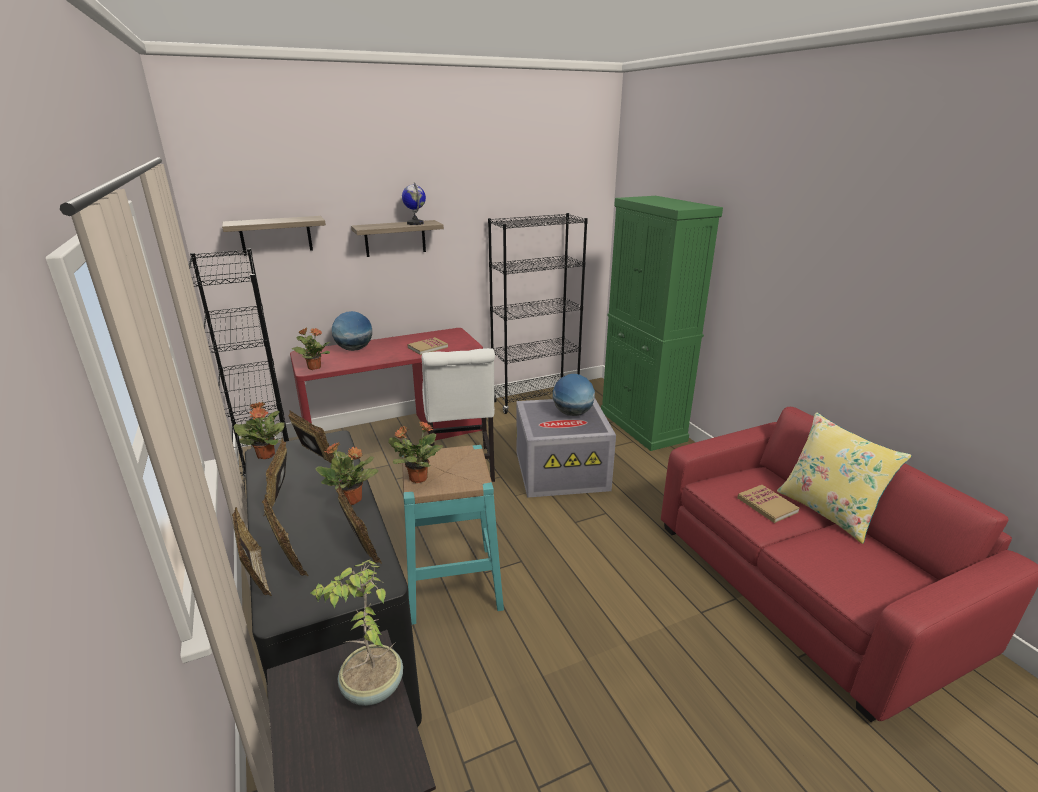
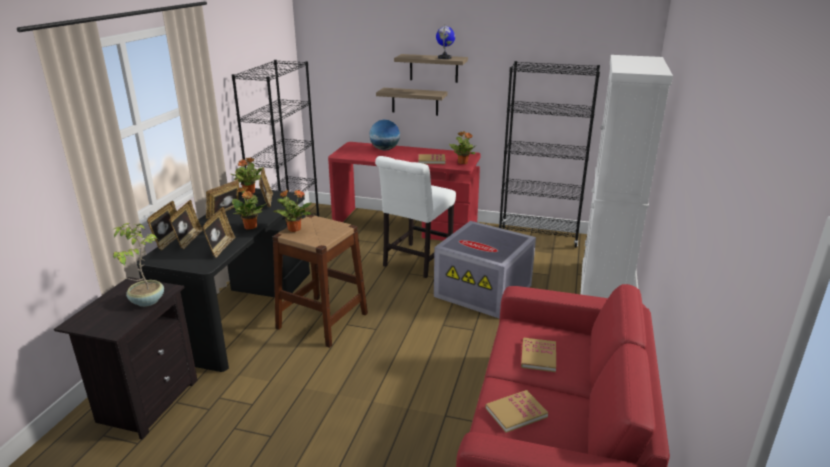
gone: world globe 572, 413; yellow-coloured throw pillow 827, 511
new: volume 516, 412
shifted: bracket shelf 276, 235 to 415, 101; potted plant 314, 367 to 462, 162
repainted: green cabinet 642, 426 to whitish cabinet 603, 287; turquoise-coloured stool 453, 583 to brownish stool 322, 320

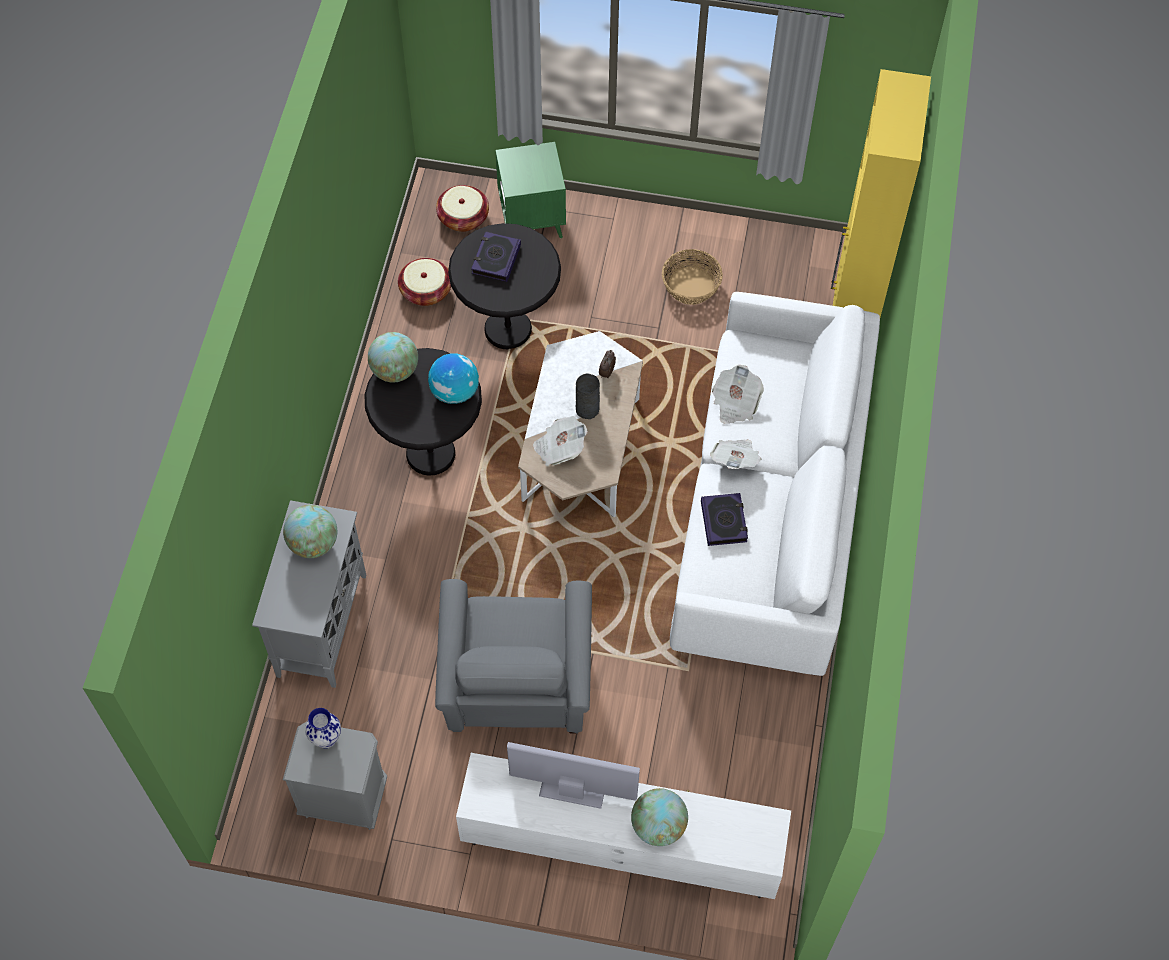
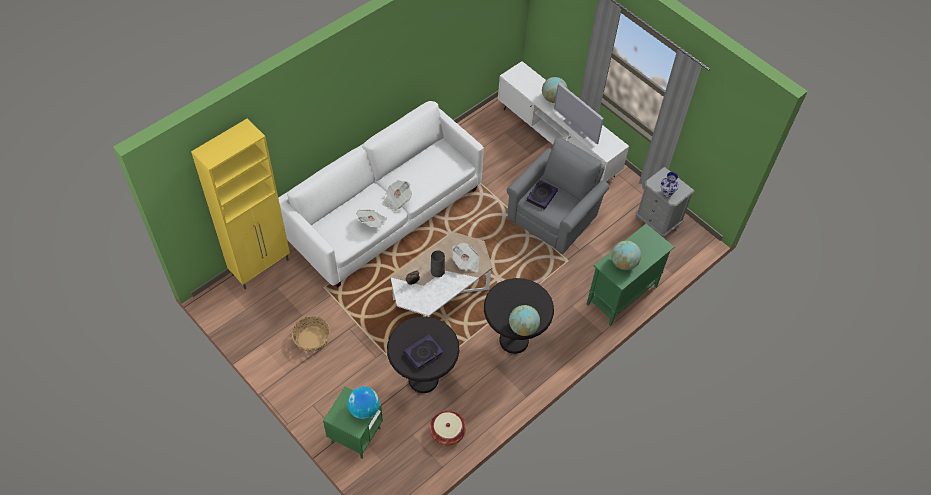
gone: storage basket 463, 217
shifted: world globe 455, 391 to 364, 409; volume 724, 521 to 541, 196
repainted: gray cabinet 322, 624 to green cabinet 621, 296

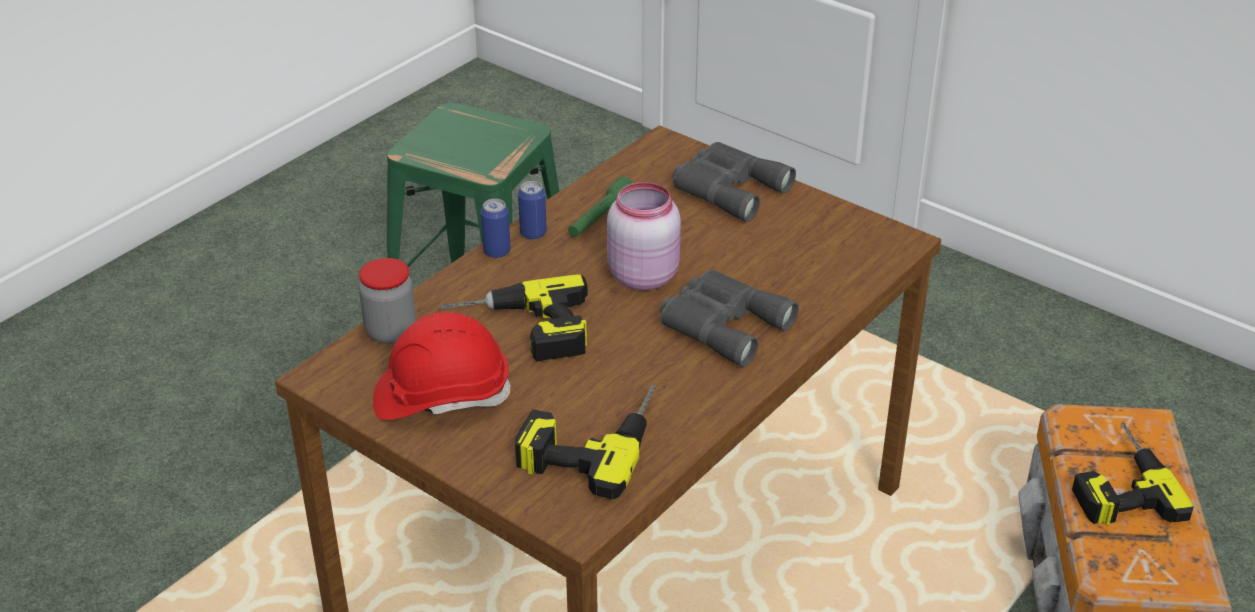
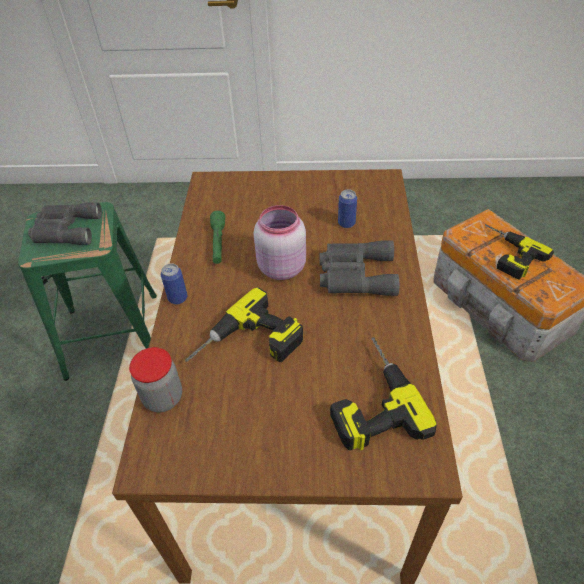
gone: red hard hat 441, 396
shifted: gray field glasses 727, 188 to 65, 229; metal can 533, 233 to 346, 223

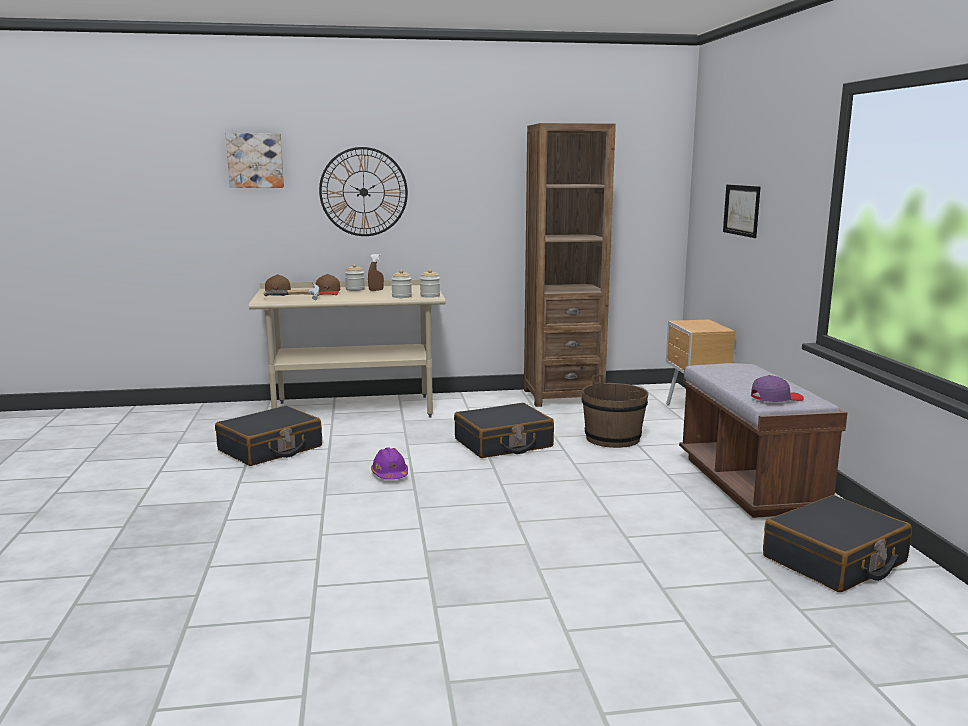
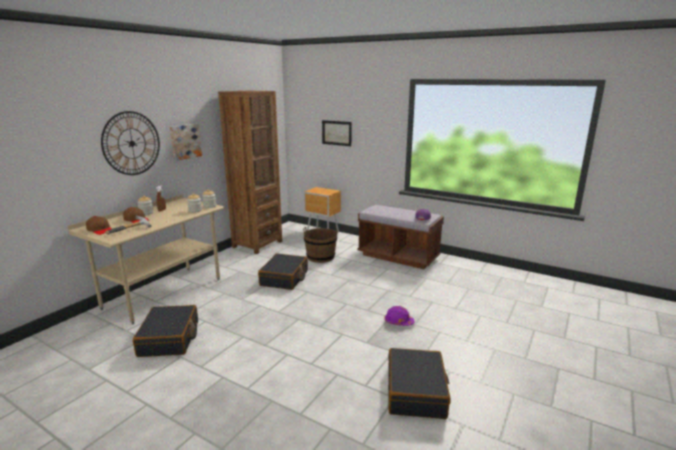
shifted: wall picture 255, 160 to 184, 141; purple-coloured hard hat 390, 474 to 398, 322; blackish piece of luggage 835, 560 to 416, 392

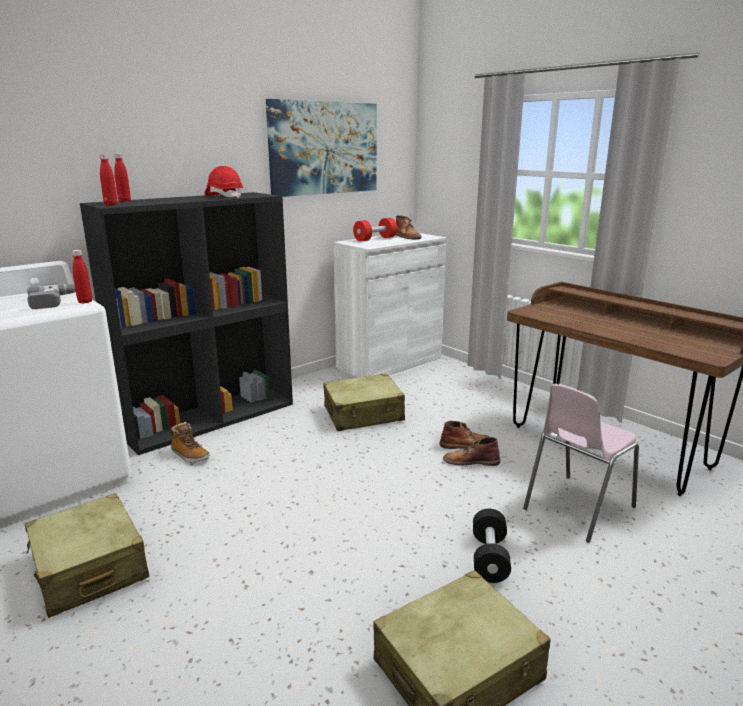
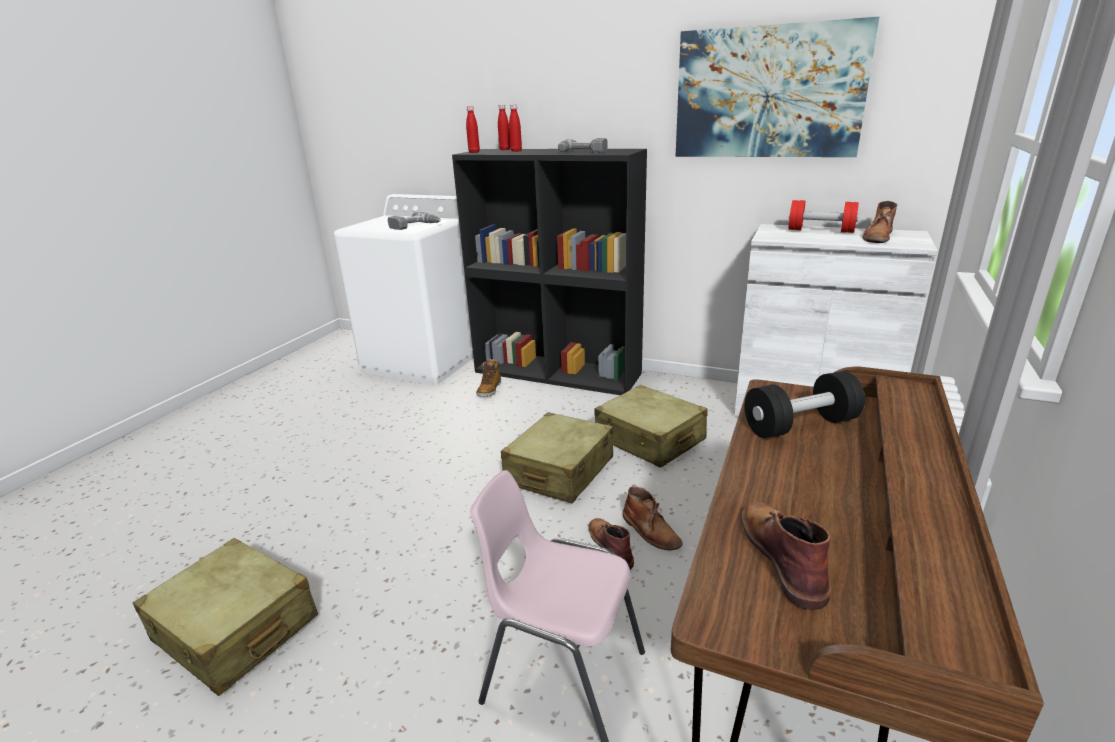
new: brownish tall boot 782, 555
shifted: red beverage bottle 85, 302 to 516, 151; beige piece of luggage 89, 569 to 559, 471; blackish dumbbell 489, 558 to 800, 425
swapped: red hard hat 224, 196 to power drill 585, 151

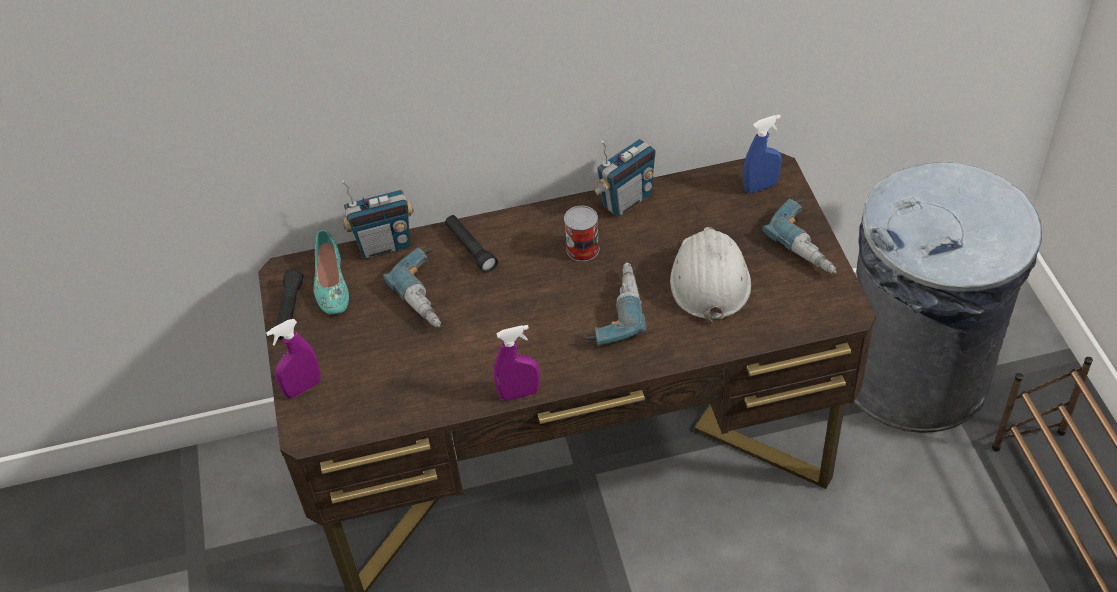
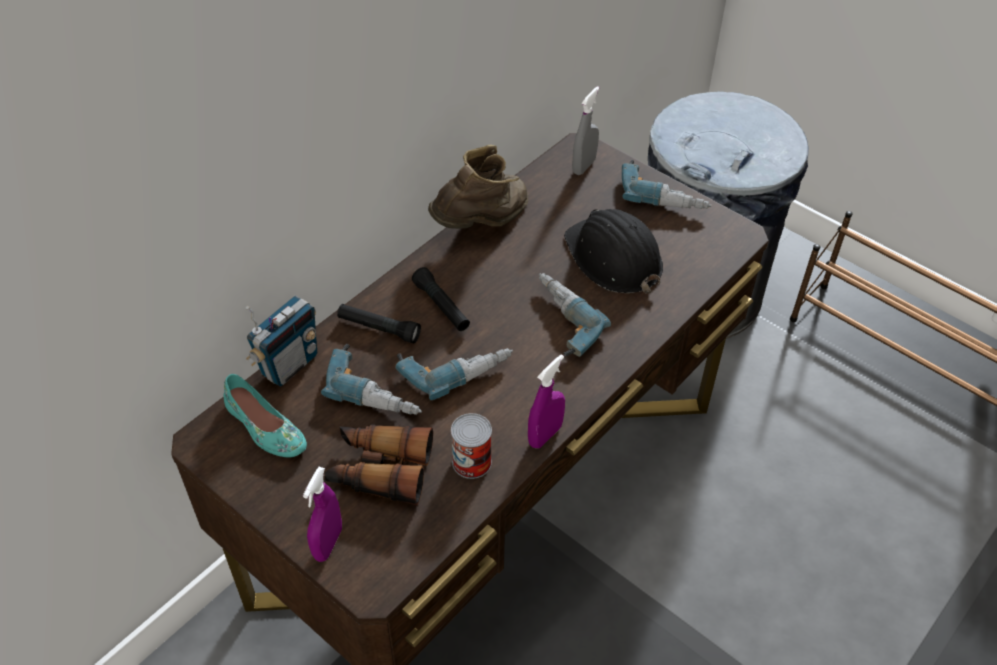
new: power drill 454, 367; field glasses 379, 470
shifted: metal can 582, 249 to 471, 462; blackish torch 289, 311 to 441, 306
swapped: radio receiver 626, 200 to brownish tall boot 483, 224
repainted: blue-coloured hand sprayer 760, 187 to gray hand sprayer 583, 166; whitish hard hat 709, 279 to blackish hard hat 613, 258

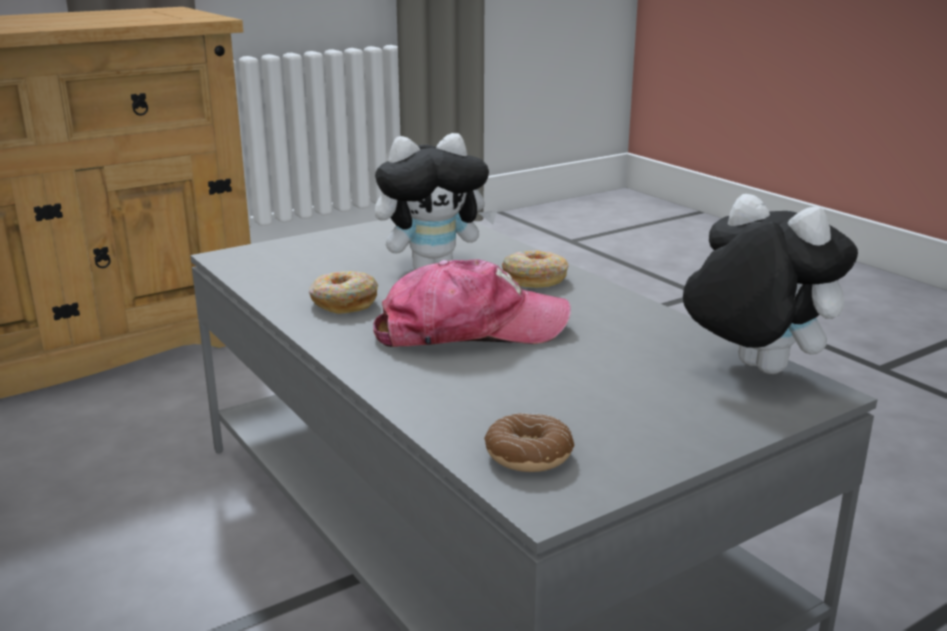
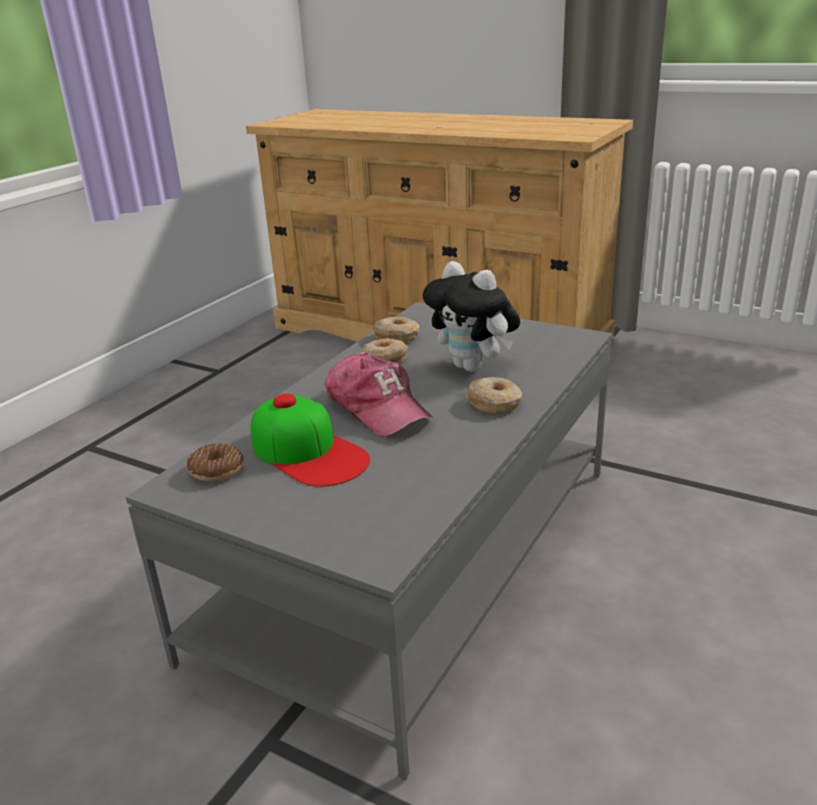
gone: cuddly toy 752, 369
new: ring doughnut 397, 337; cap 308, 452

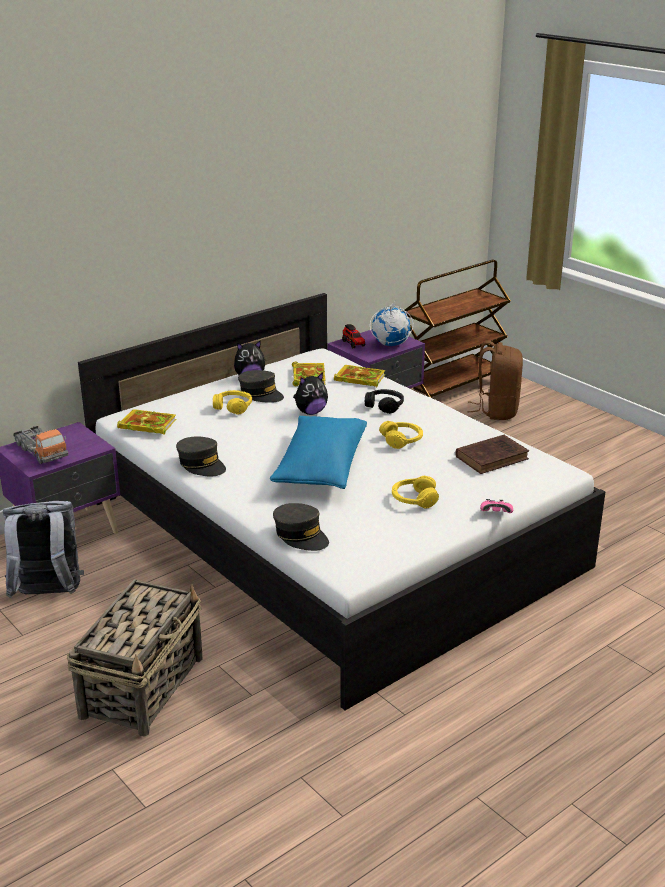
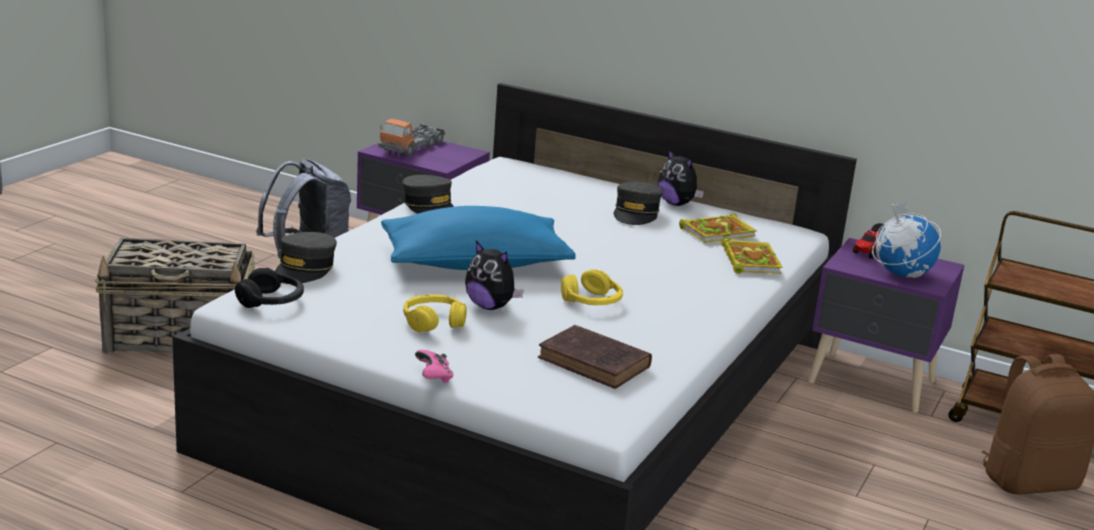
gone: yellow-coloured pair of headphones 233, 407; volume 146, 425
shifted: cuddly toy 310, 412 to 490, 306; blackish pair of headphones 384, 406 to 271, 301
rotated: gray cap 201, 464 = 430, 207 60 degrees counterclockwise

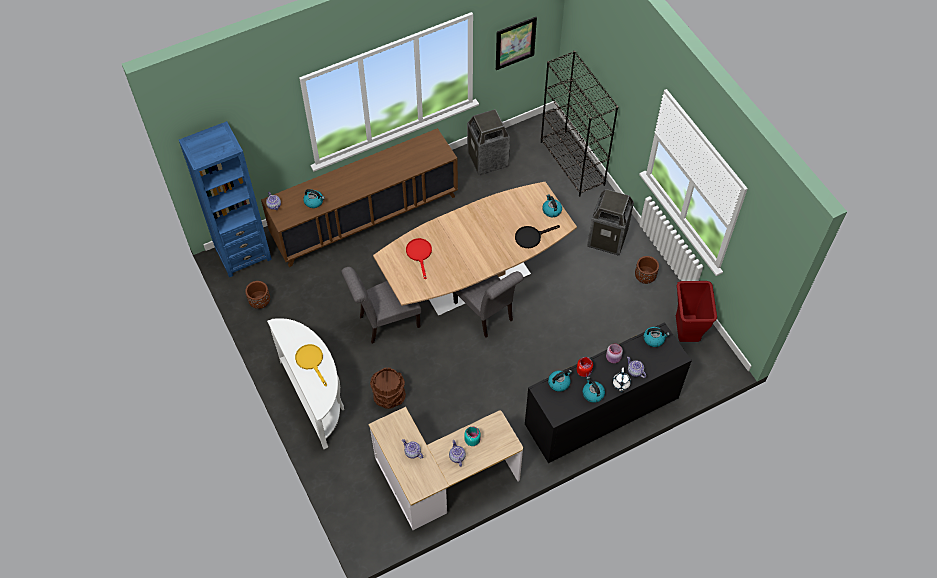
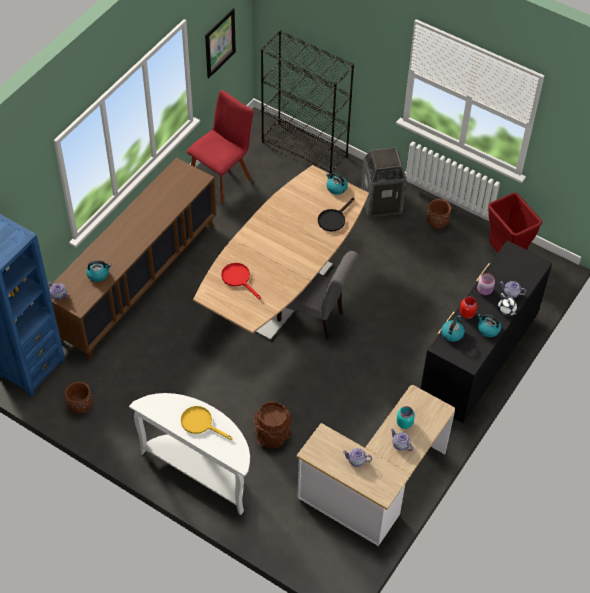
gone: gray upright chair 385, 322; tea kettle 654, 339
swapped: rubbish bin 488, 160 to red upright chair 222, 178

